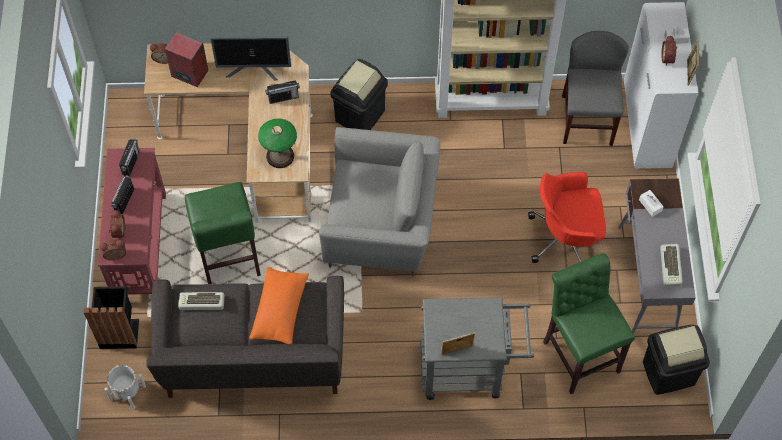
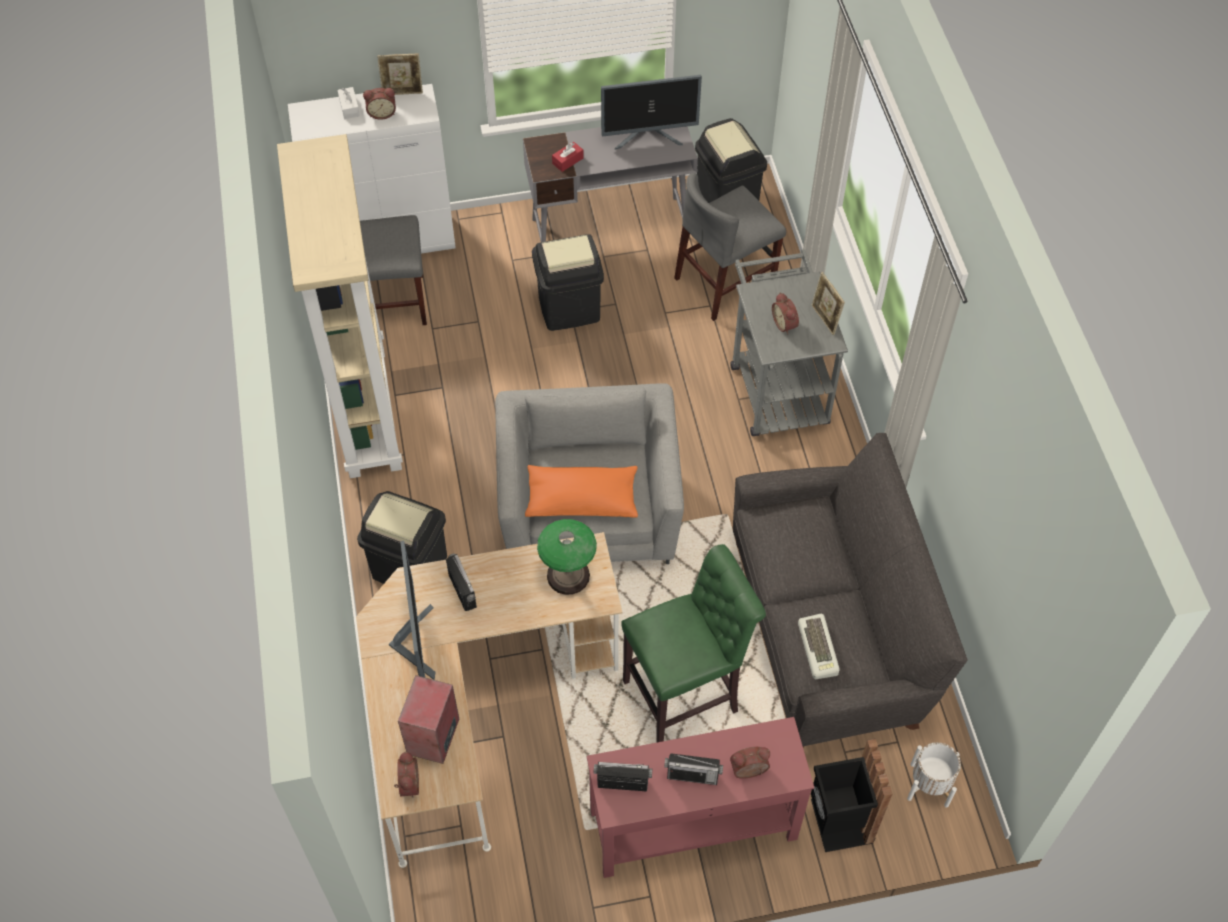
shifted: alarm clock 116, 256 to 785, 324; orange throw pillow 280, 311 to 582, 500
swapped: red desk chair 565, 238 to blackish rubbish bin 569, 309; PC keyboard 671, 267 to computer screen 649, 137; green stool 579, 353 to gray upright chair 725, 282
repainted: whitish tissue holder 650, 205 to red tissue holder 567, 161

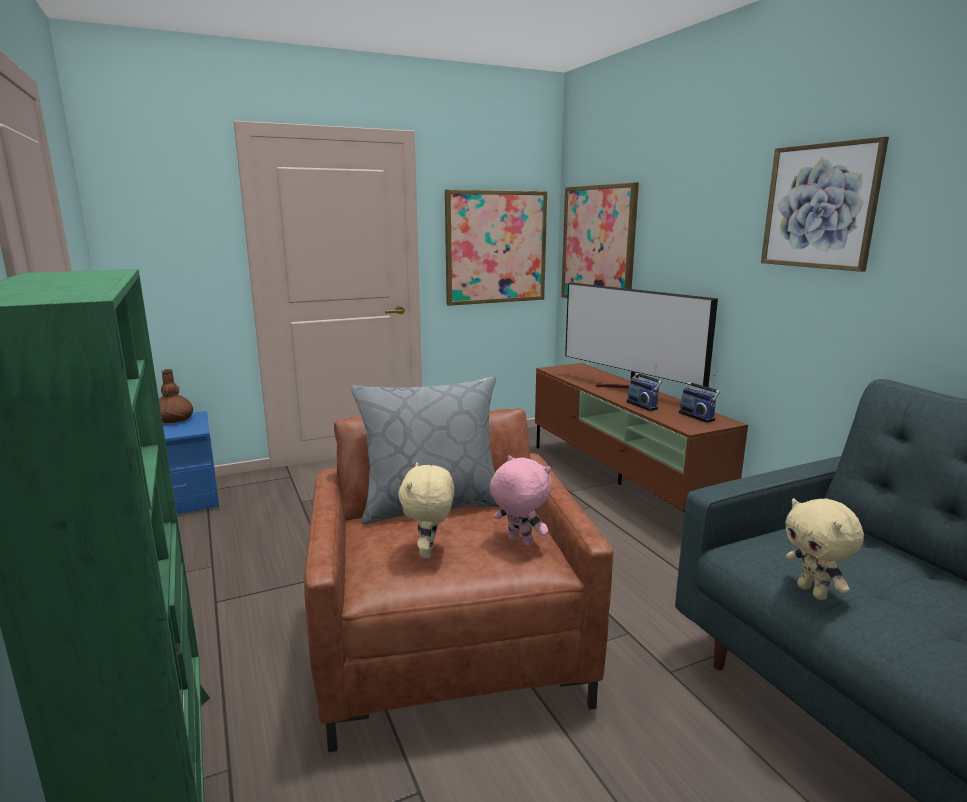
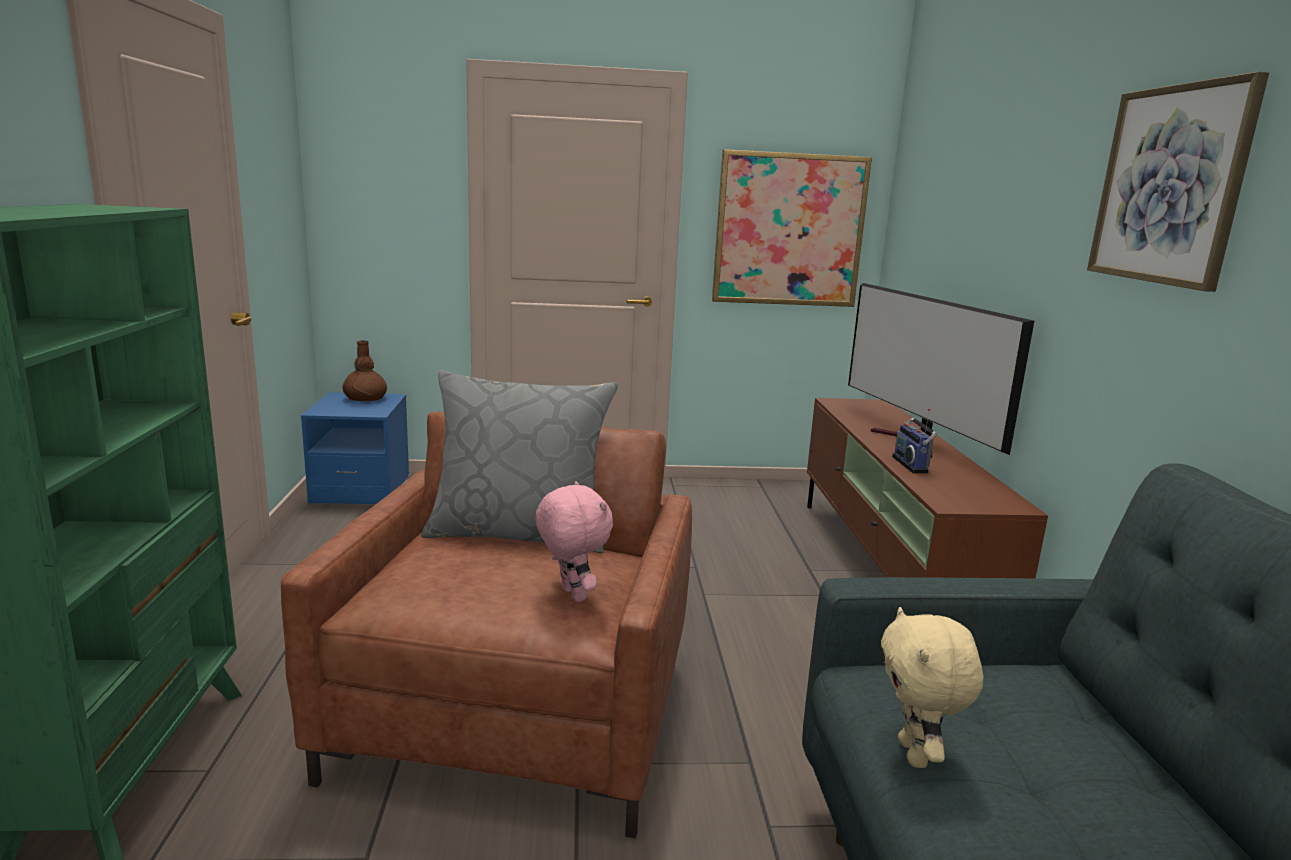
gone: wall picture 598, 245; radio receiver 697, 416; beige cuddly toy 429, 552

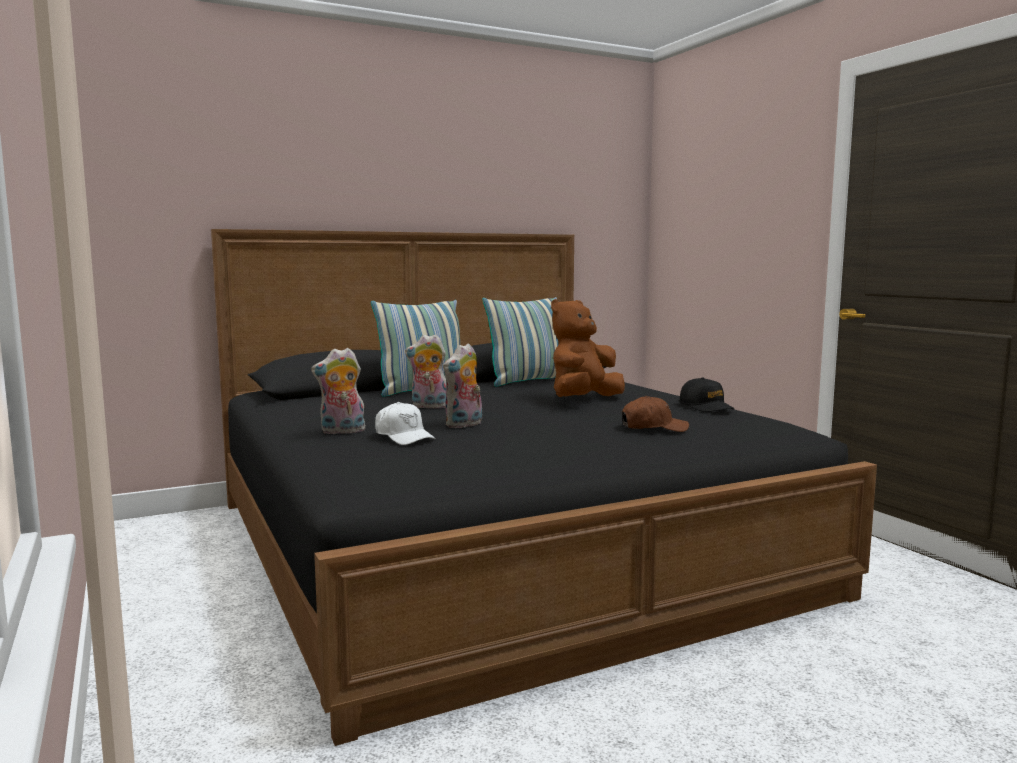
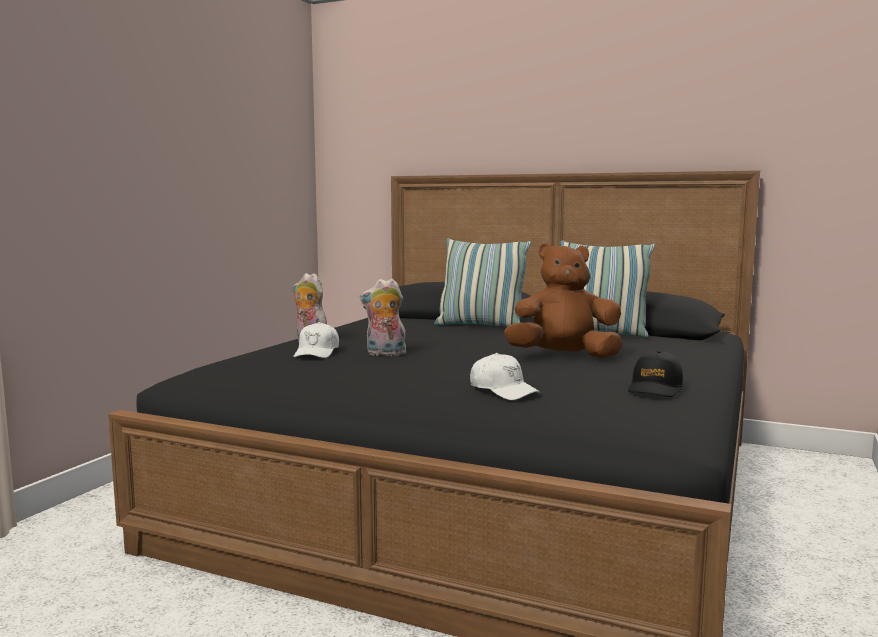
gone: cuddly toy 428, 407
repainted: brownish cap 653, 428 to whitish cap 503, 390

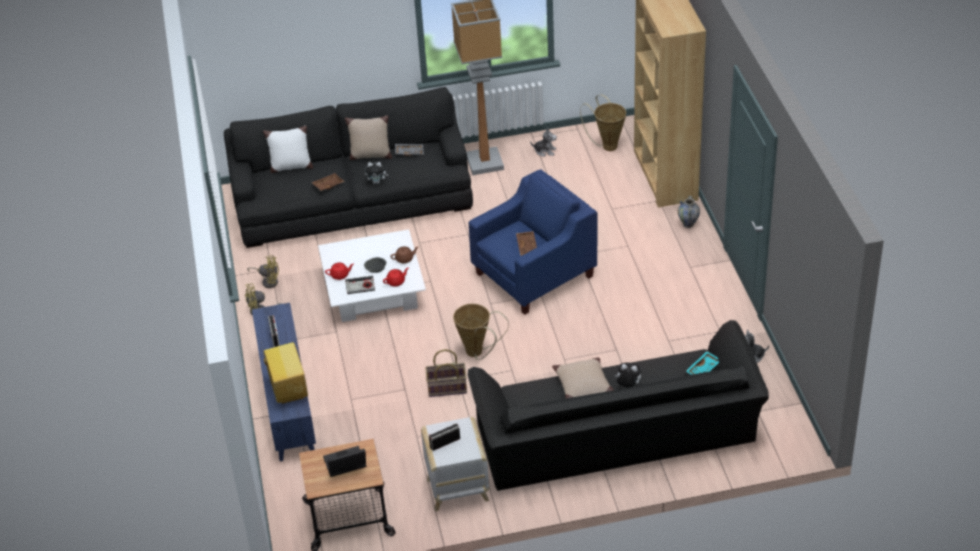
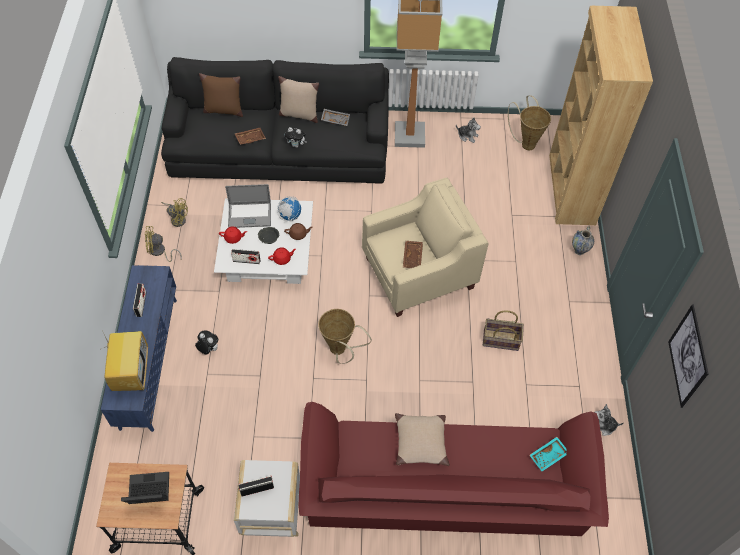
new: laptop 249, 215; world globe 289, 216; wall picture 688, 356
shifted: storage basket 447, 388 to 500, 340; cuddly toy 628, 386 to 208, 349
repainted: whitish throw pillow 290, 166 to brownish throw pillow 223, 110; blue-coloured lounge chair 534, 275 to beige lounge chair 419, 273; blackish sofa 617, 438 to red sofa 444, 493

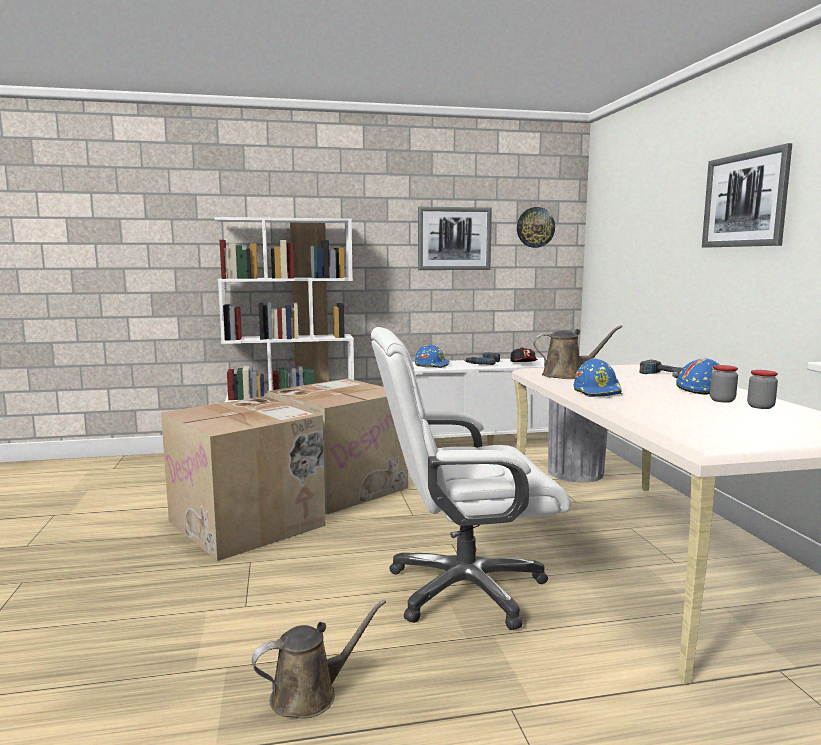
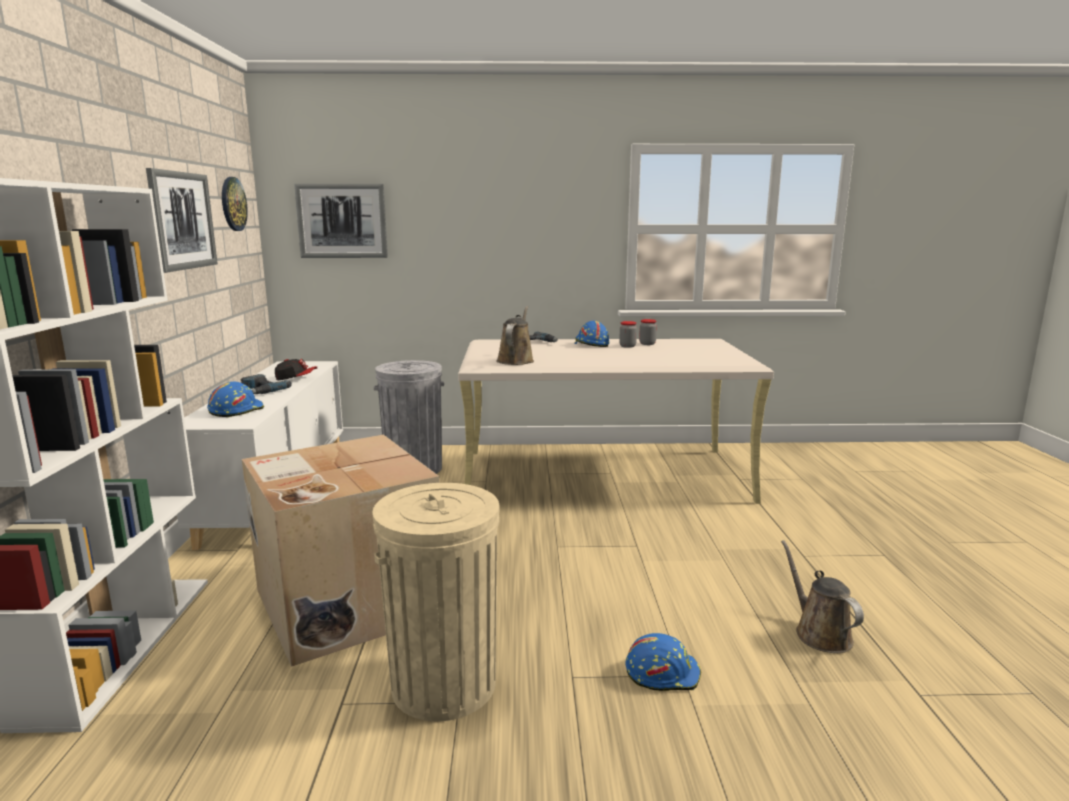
gone: whitish desk chair 463, 589
shifted: wall picture 745, 200 to 342, 221; blue-coloured hard hat 598, 391 to 662, 672
swapped: packing box 249, 523 to beige rubbish bin 444, 684

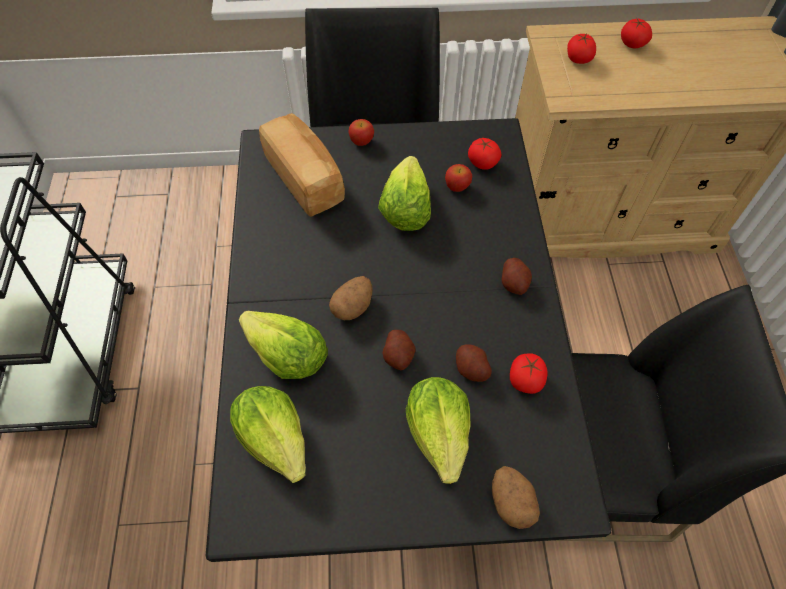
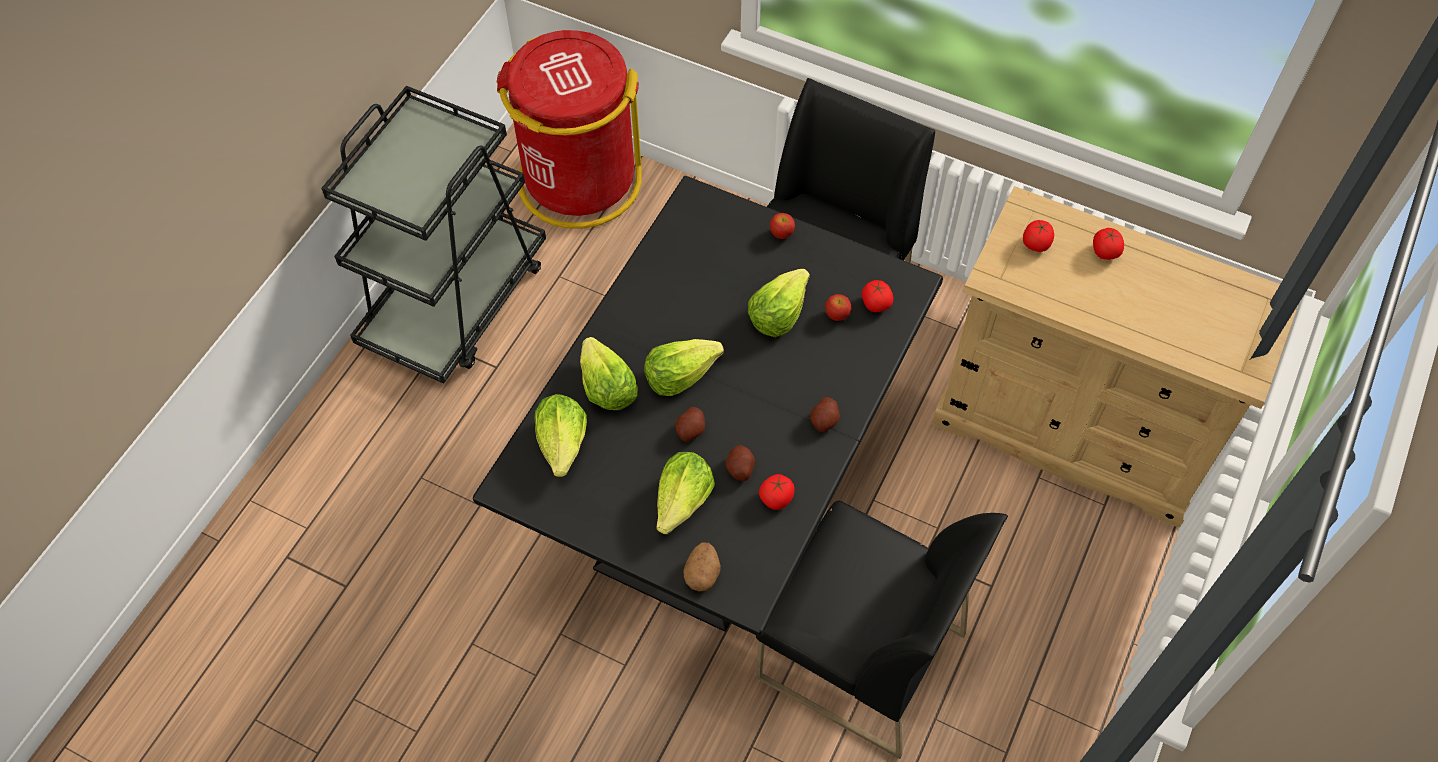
gone: baked bread 306, 178
new: red rubbish bin 578, 181
swapped: potato 352, 306 to lettuce 680, 375

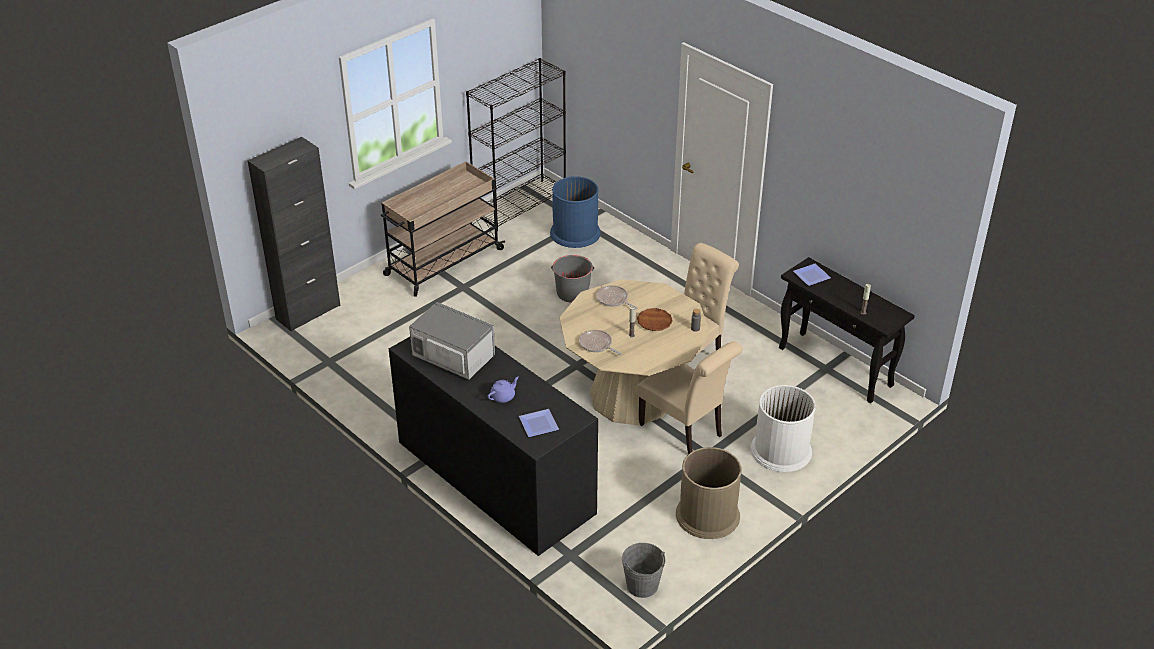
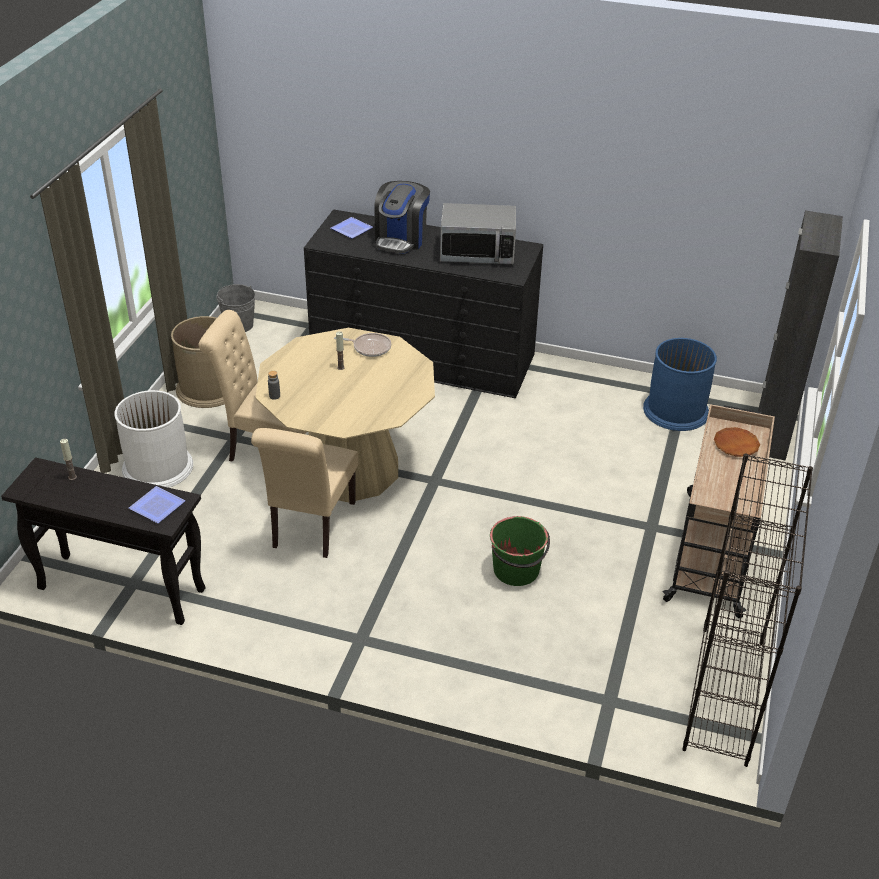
gone: skillet 613, 299
shifted: blue-coloured rubbish bin 575, 233 to 676, 410; brownish dinner plate 654, 322 to 736, 445
swapped: purple-coloured teapot 503, 396 to coffee maker 401, 239
repainted: gray bucket 572, 292 to green bucket 516, 570

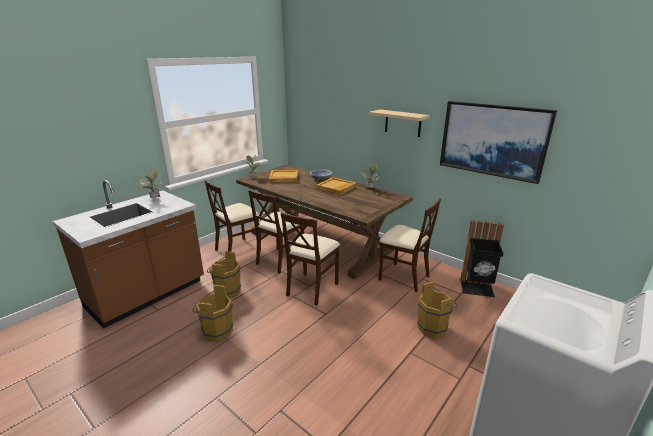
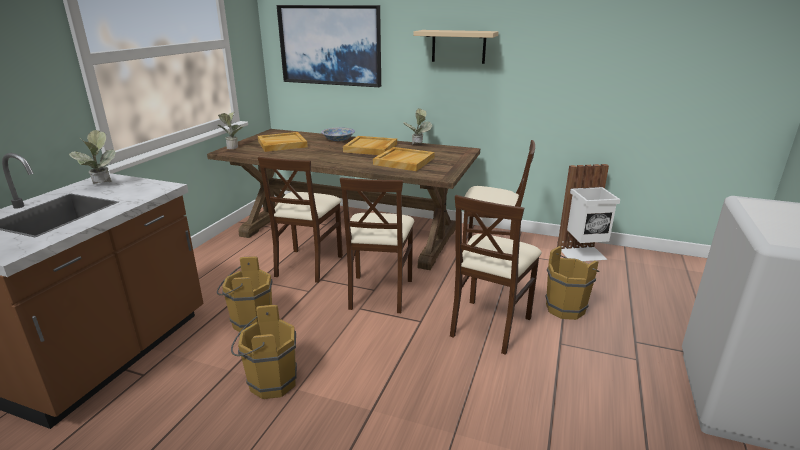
new: beige tray 404, 161
shifted: wall picture 493, 140 to 330, 45; beige upright chair 238, 249 to 489, 325
repainted: blackish rubbish bin 477, 289 to whitish rubbish bin 583, 254

